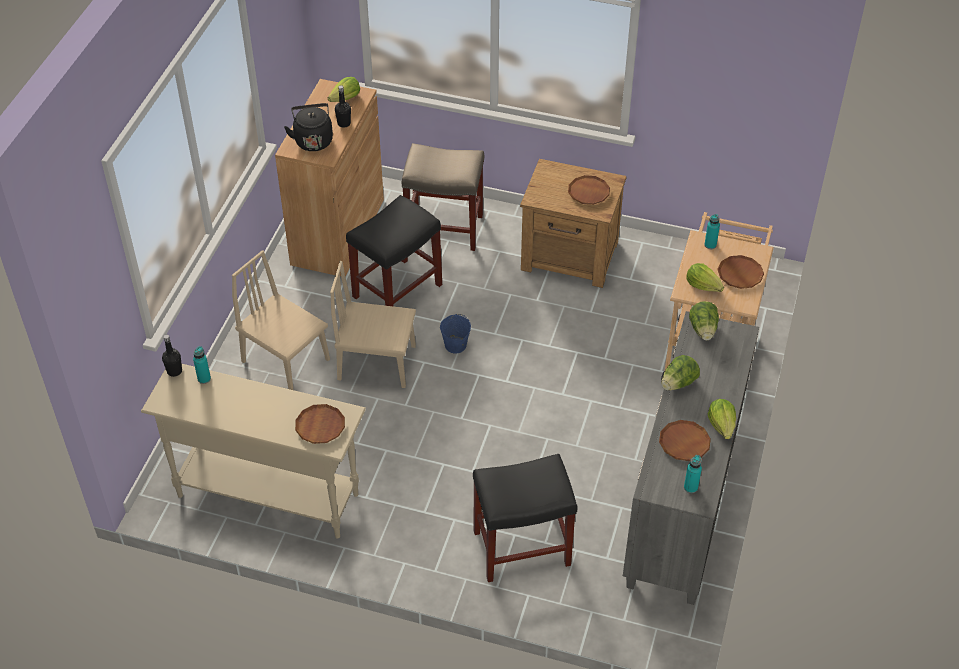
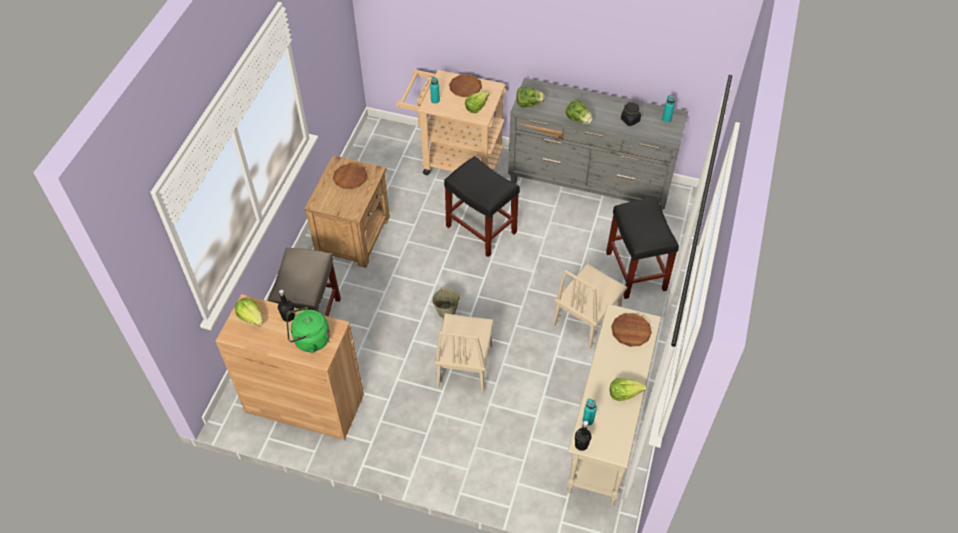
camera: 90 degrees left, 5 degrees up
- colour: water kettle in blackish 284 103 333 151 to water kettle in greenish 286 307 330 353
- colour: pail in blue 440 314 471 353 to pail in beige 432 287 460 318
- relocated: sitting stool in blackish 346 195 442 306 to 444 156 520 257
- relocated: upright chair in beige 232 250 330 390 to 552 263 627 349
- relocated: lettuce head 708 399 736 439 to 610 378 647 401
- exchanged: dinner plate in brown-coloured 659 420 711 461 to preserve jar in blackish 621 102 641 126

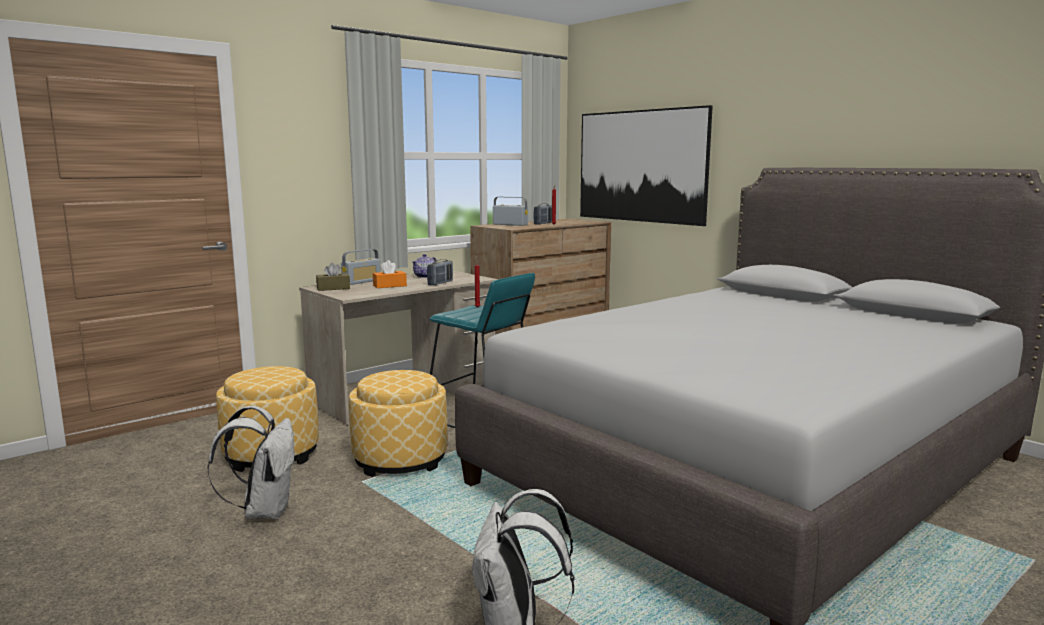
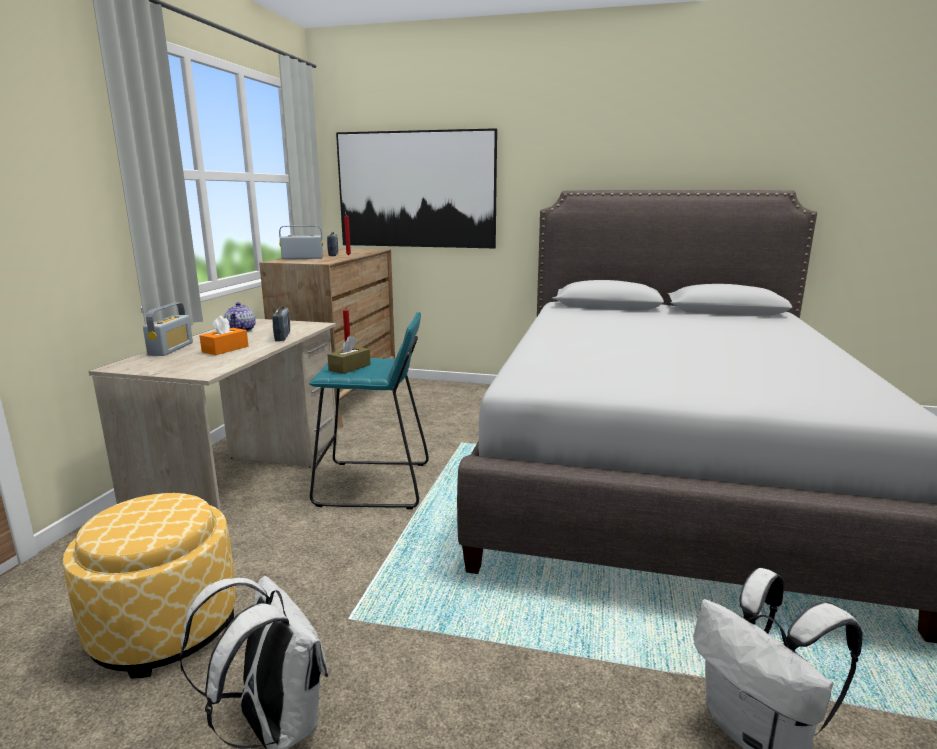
camera: 35 degrees left, 5 degrees up
- relocated: box of tissues in brown-coloured 316 263 350 291 to 328 336 371 374
- missing: footrest 349 370 447 477

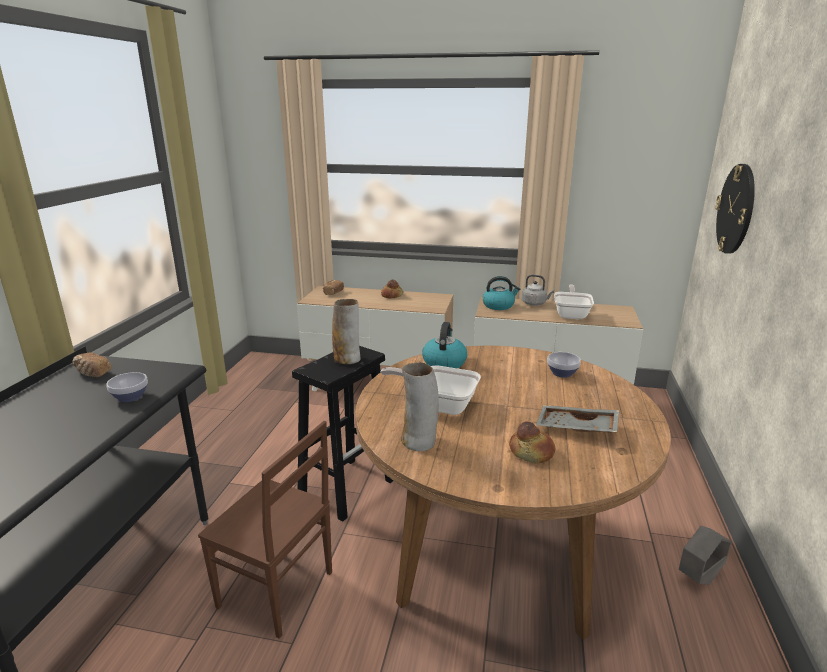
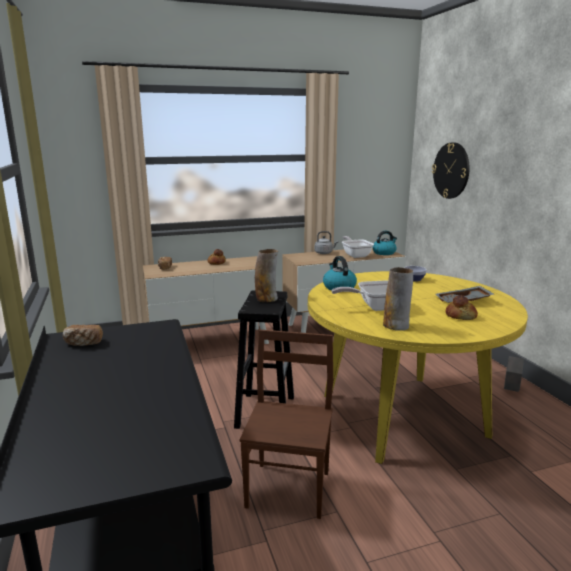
camera: 30 degrees left, 5 degrees down
- spun: upright chair in brown-coloured 198 421 332 639 = 239 330 333 519 75 degrees counterclockwise
- colour: dinner table in brown-coloured 355 346 671 640 to dinner table in yellow 308 271 528 464
- relocated: water kettle 483 276 520 310 to 372 231 397 255
- missing: bowl 106 372 148 402

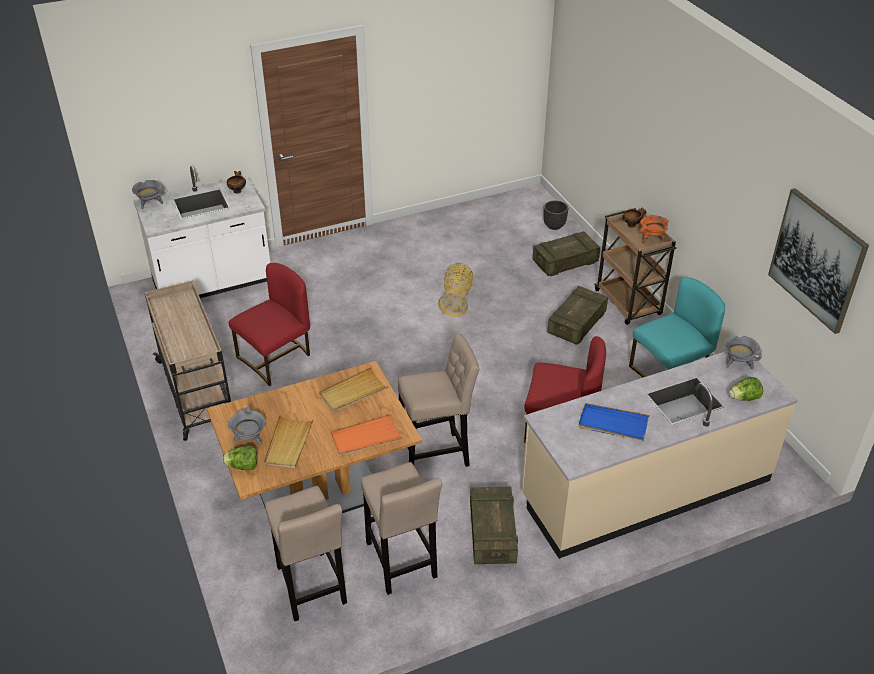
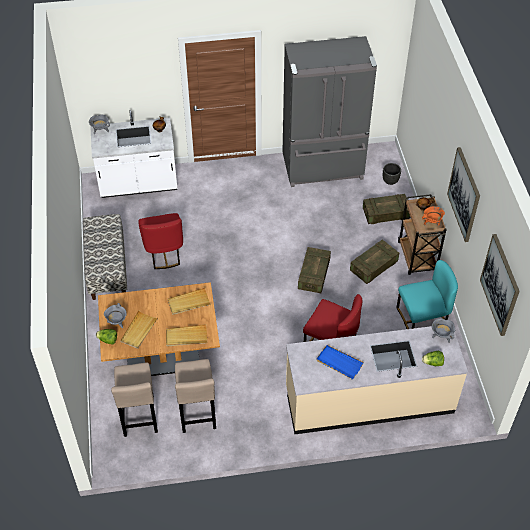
camera: 15 degrees right, 10 degrees up
- exchanged: cart in beige 144 281 231 441 to indoor bench 83 214 127 300
- spun: upright chair in red 229 263 310 386 = 139 213 183 269 105 degrees clockwise
- colour: tray in orange 331 414 403 456 to tray in beige 166 324 207 346
- appeared: kitchen fridge in greyish 283 36 377 187
- relocated: shipping crate 470 487 518 564 to 298 247 331 293
- appeared: wall picture 447 147 480 242
- missing: sitting stool in beige 398 333 480 467
- missing: storage basket 438 263 473 317

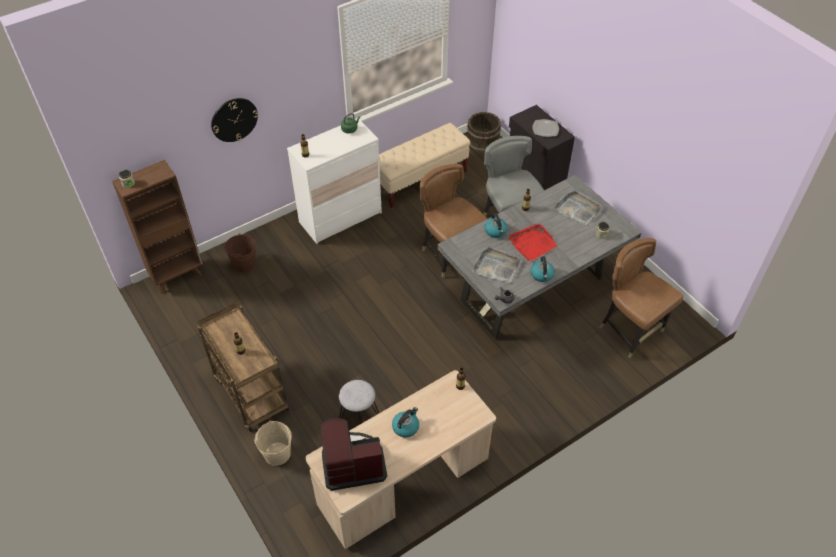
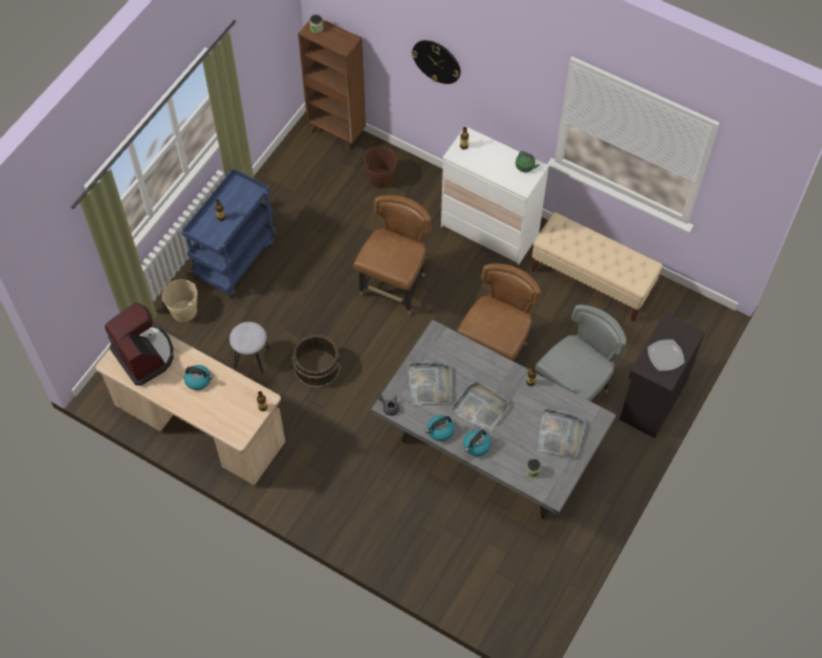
camera: 65 degrees right, 10 degrees up
- colour: cart in brown-coloured 197 302 289 432 to cart in blue 182 168 276 298
- relocated: pail in brown-coloured 466 112 501 151 to 292 335 341 388
- relocated: upright chair in brown-coloured 600 238 684 358 to 353 195 431 315
- colour: tray in red 509 224 558 261 to tray in greyish 450 380 511 432
- relocated: water kettle 485 213 507 238 to 463 430 491 456

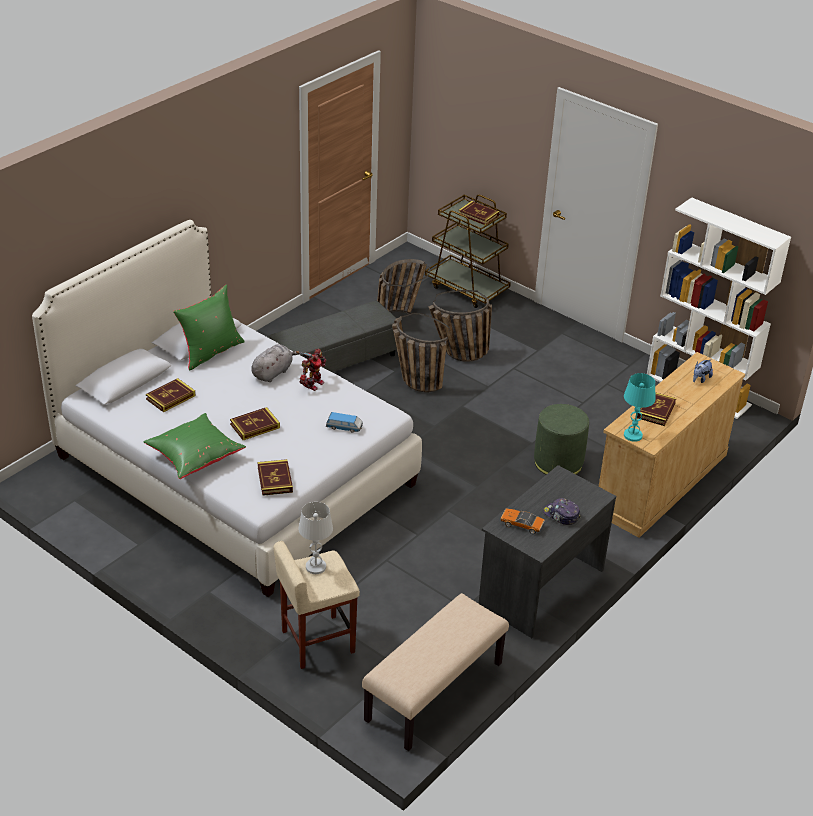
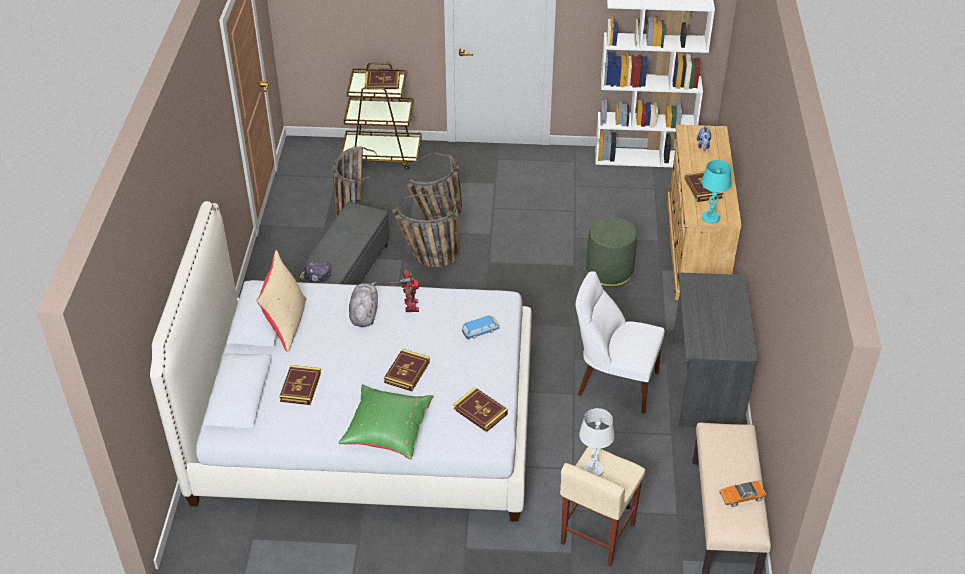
camera: 35 degrees left, 5 degrees up
- colour: throw pillow in greenish 173 284 245 371 to throw pillow in beige 256 250 307 352
- relocated: cap 543 498 581 525 to 299 261 331 282
- appeared: upright chair in white-coloured 575 271 665 414
- relocated: model car 500 509 545 534 to 719 481 766 507

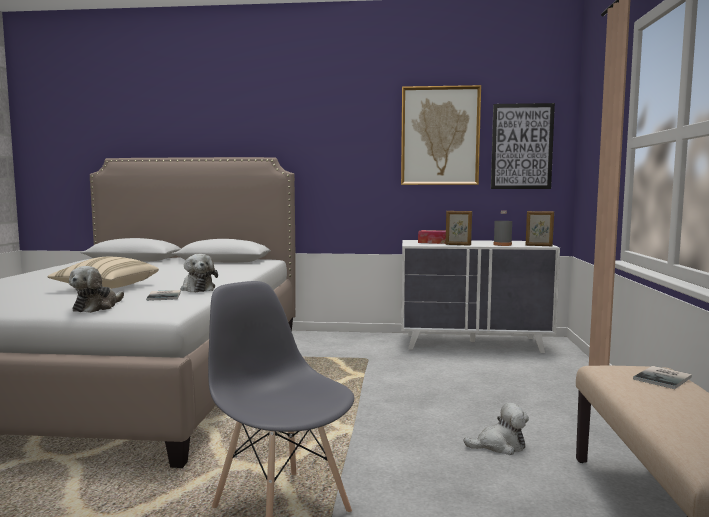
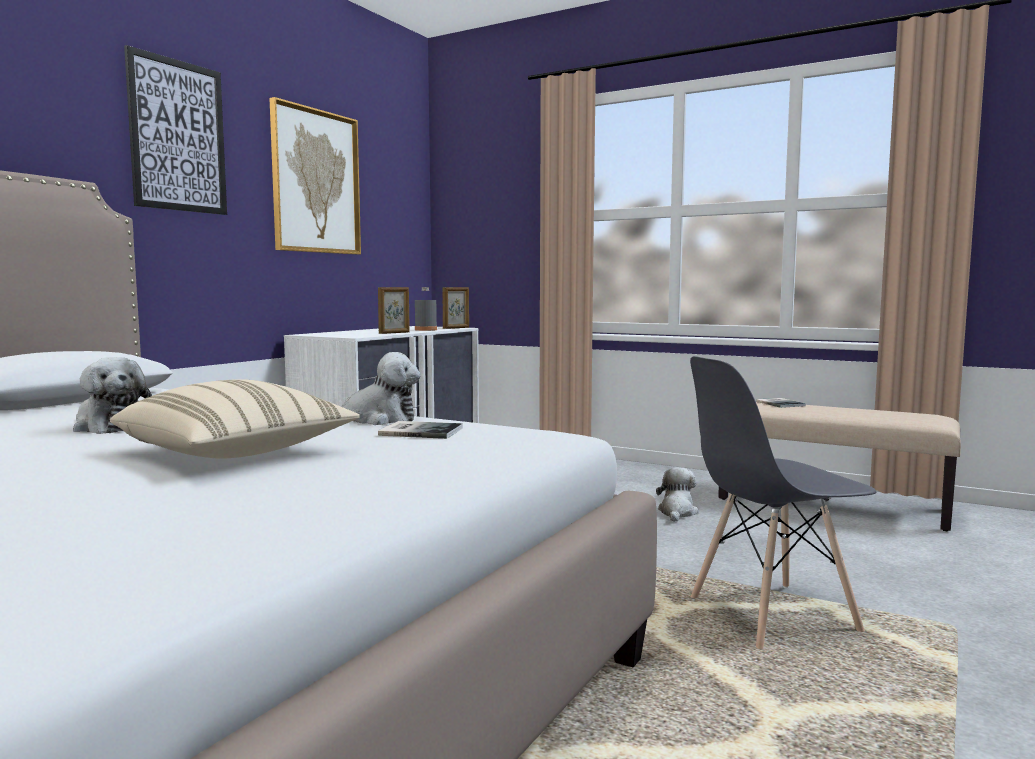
camera: 65 degrees left, 0 degrees up
- relocated: plush toy 69 266 124 313 to 73 357 152 434
- relocated: wall picture 491 103 555 189 to 124 45 227 215
- missing: box of tissues 418 230 446 244

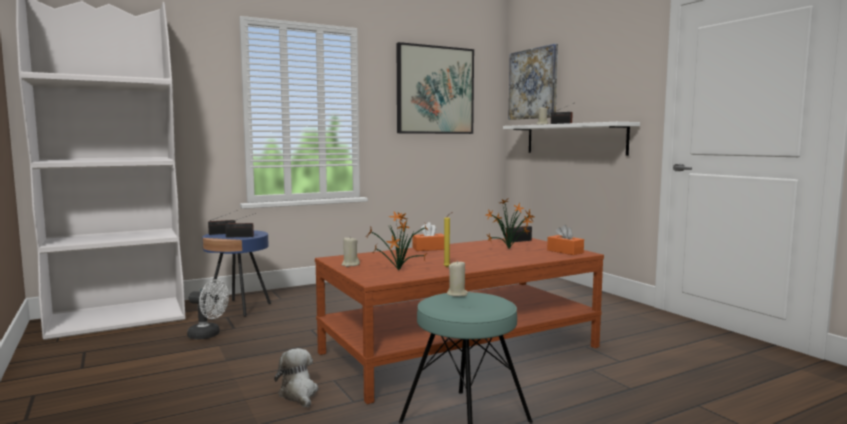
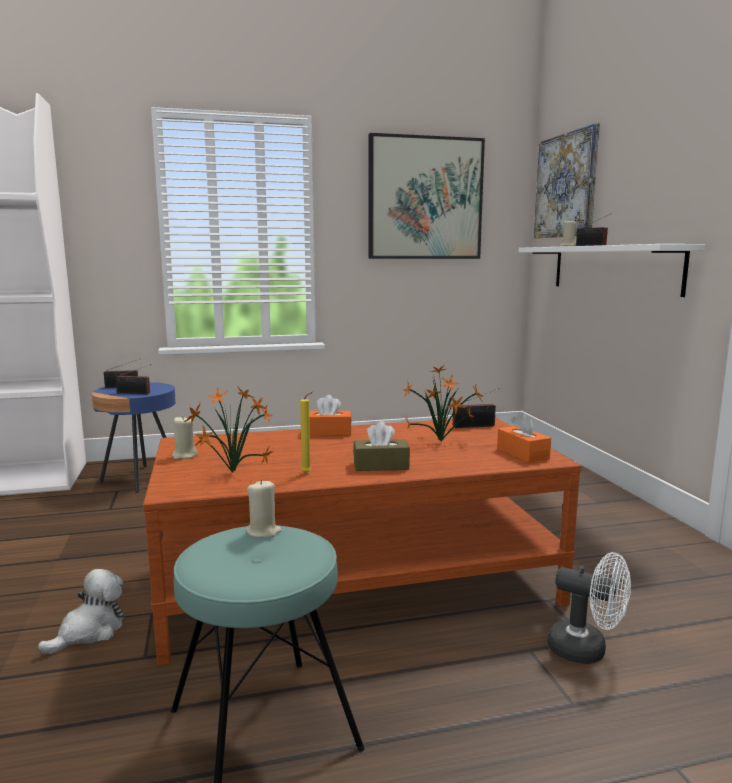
camera: 15 degrees right, 5 degrees up
- spun: plush toy 274 348 318 408 = 38 569 124 655 45 degrees clockwise
- appeared: box of tissues in brown-coloured 353 421 410 471
- relocated: cooling fan in white-coloured 187 279 229 339 to 547 552 631 664

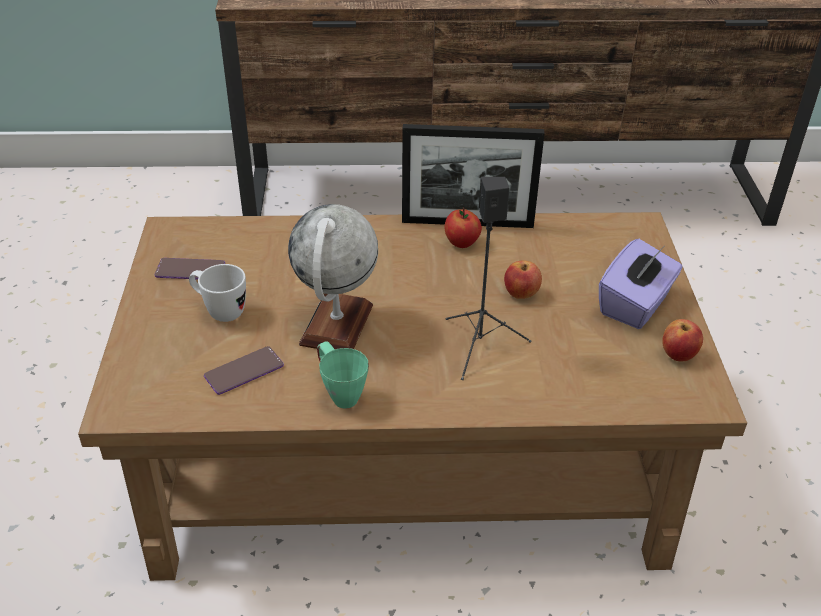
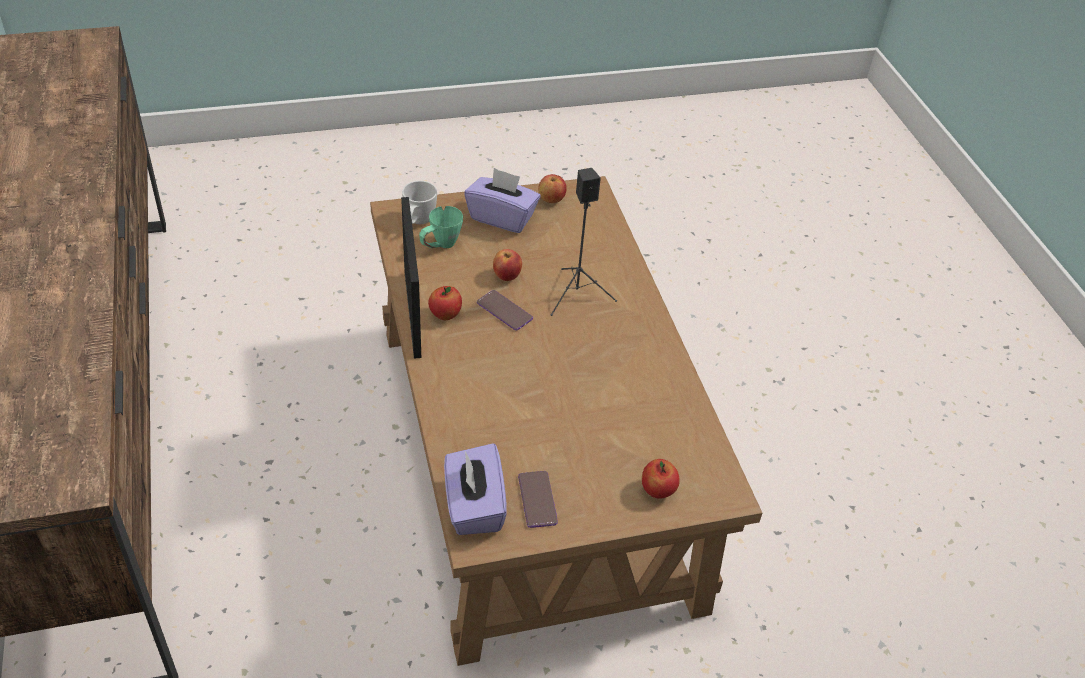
camera: 105 degrees left, 5 degrees up
- relocated: coffee mug in white-coloured 189 264 246 322 to 402 181 437 224
- relocated: coffee mug in greenish 317 341 369 409 to 419 206 463 248
- appeared: box of tissues in purple 444 443 507 535
- relocated: phone 204 346 284 395 to 477 290 533 331
- appeared: whole apple 642 459 680 499
- missing: globe 288 204 378 349

